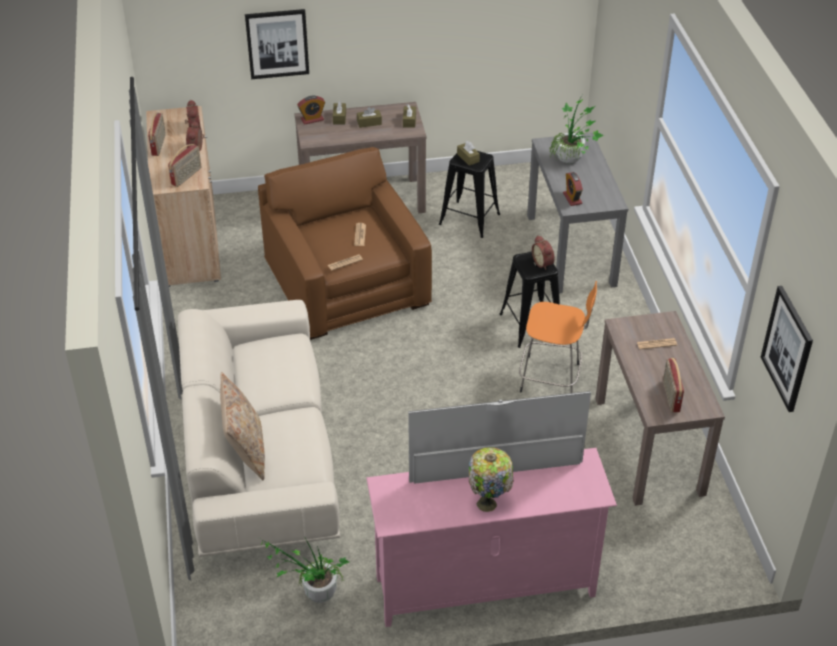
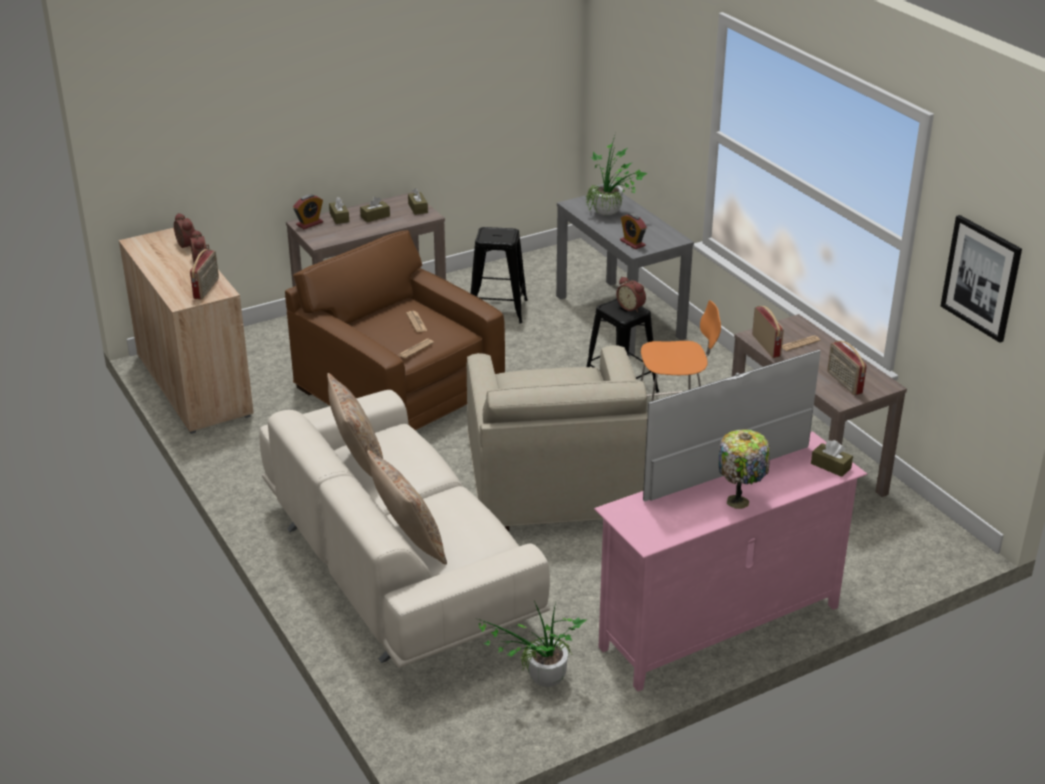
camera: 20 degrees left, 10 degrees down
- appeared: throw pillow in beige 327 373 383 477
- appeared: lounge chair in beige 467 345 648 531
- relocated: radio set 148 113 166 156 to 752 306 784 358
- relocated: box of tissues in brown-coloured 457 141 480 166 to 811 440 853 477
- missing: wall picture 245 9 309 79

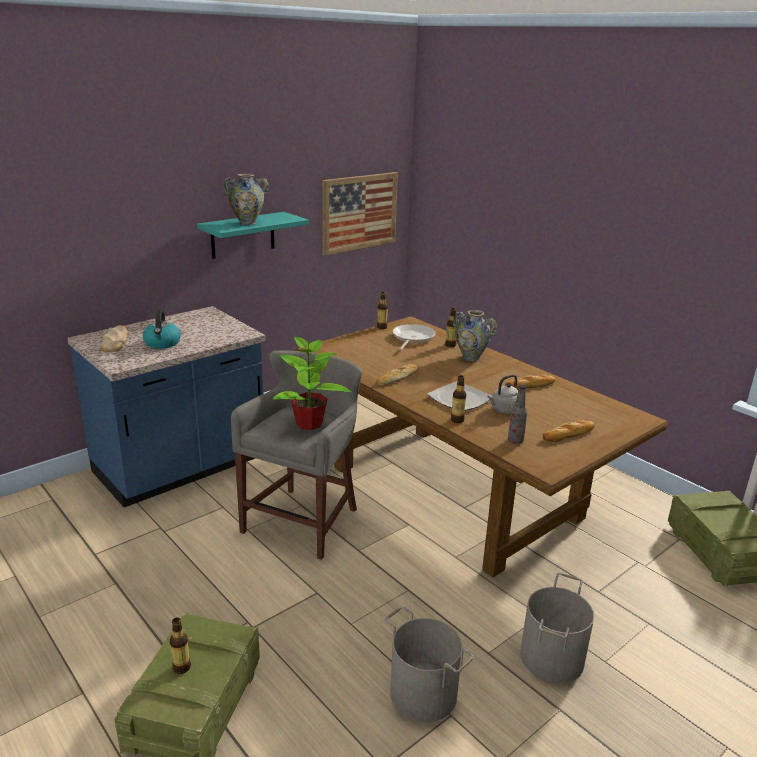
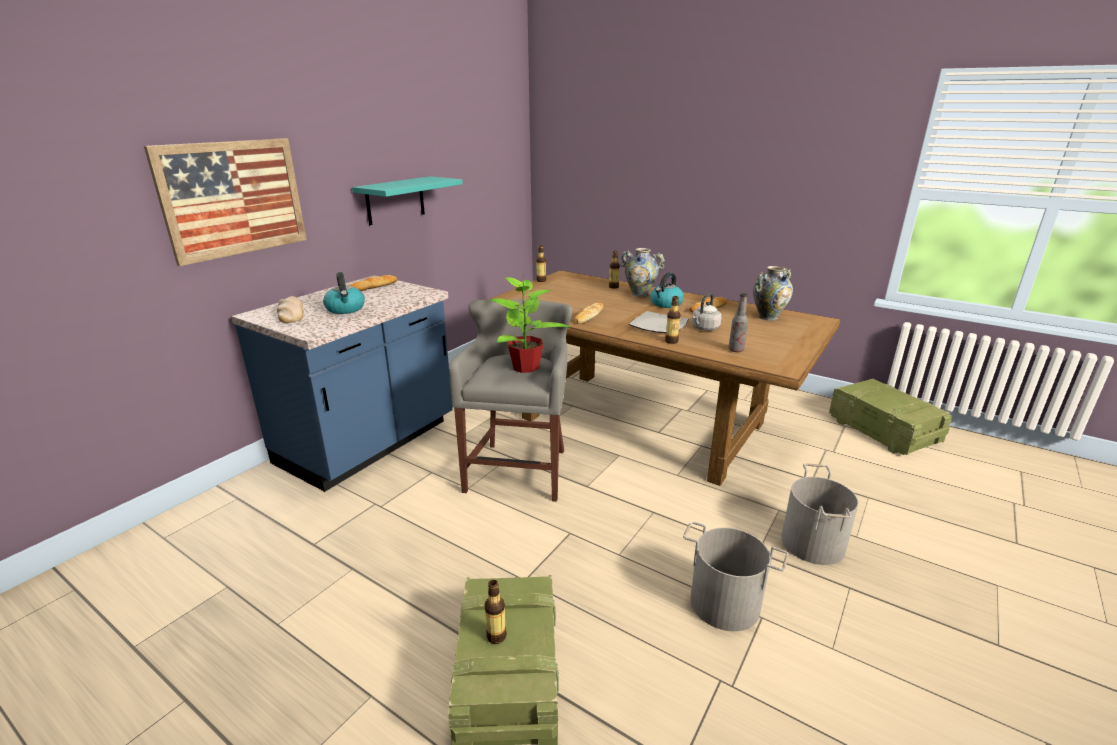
camera: 15 degrees left, 0 degrees up
- relocated: wall picture 322 172 398 256 to 144 138 307 266
- relocated: bread 543 420 595 442 to 348 275 397 291
- appeared: water kettle 650 272 684 308
- relocated: decorative vase 222 173 269 225 to 753 266 793 321
- missing: frying pan 393 324 436 351

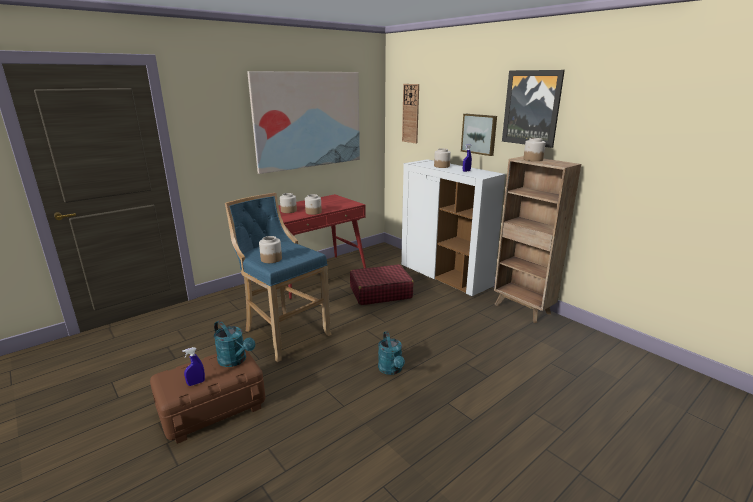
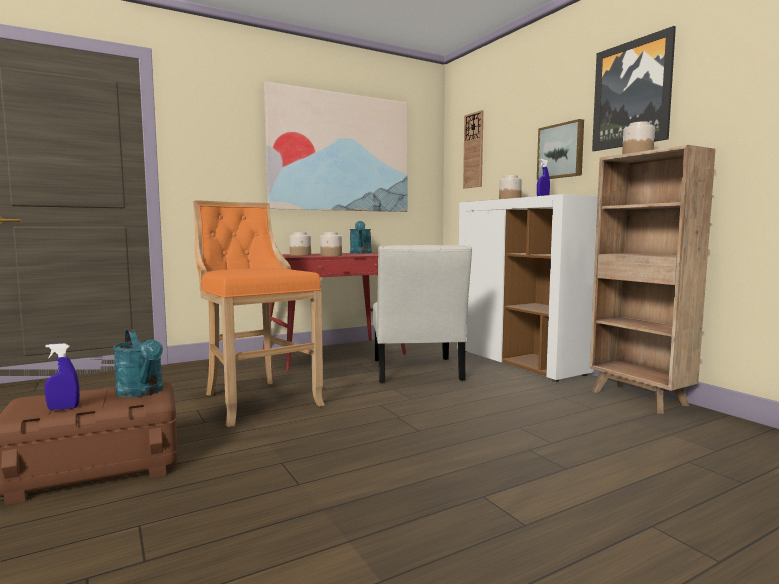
camera: 10 degrees right, 15 degrees down
- colour: sitting stool in blue 225 193 332 362 to sitting stool in orange 193 200 325 427
- relocated: watering pot in turquoise-coloured 378 331 405 375 to 350 221 372 254
- exchanged: travel case in red 350 264 414 305 to upright chair in white-coloured 373 245 472 383
- missing: preserve jar 259 236 282 263

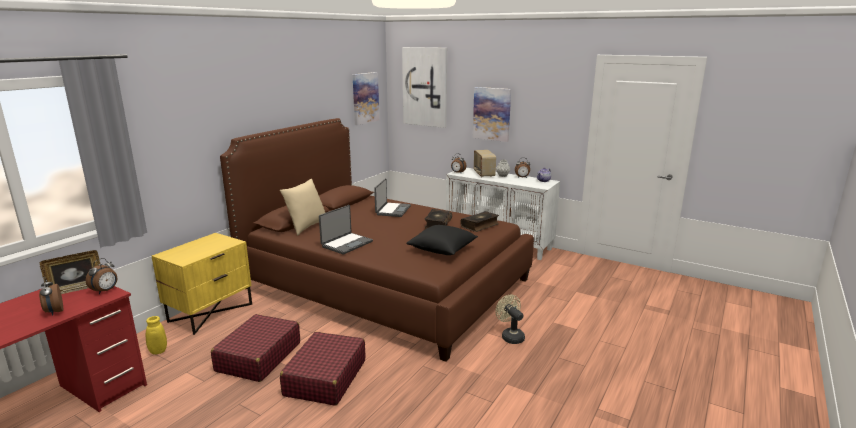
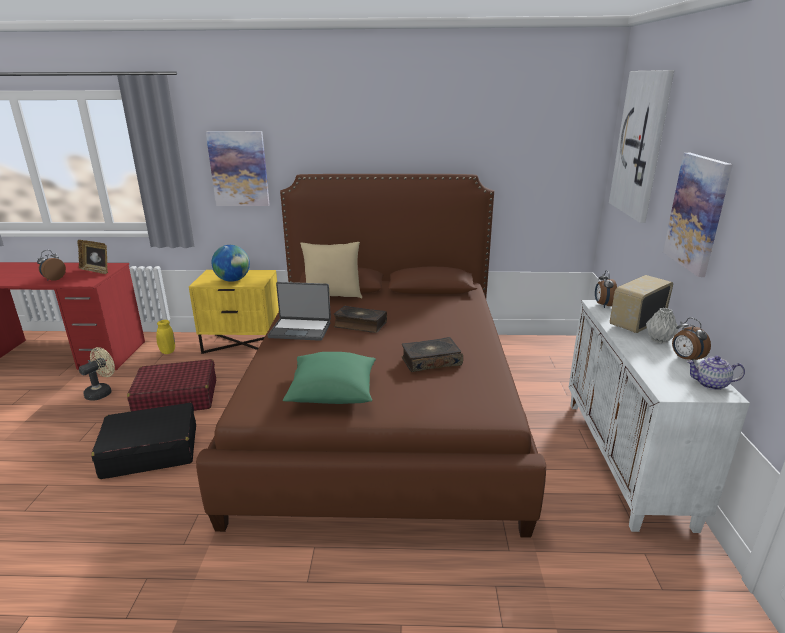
camera: 60 degrees right, 5 degrees up
- relocated: cooling fan in beige 495 294 525 344 to 79 347 115 401
- colour: travel case in red 280 332 366 406 to travel case in blackish 91 403 196 479
- relocated: wall picture 352 72 379 125 to 206 131 270 206
- appeared: globe 212 245 250 282
- colour: throw pillow in blackish 406 225 478 255 to throw pillow in greenish 283 352 376 404
- relocated: volume 460 211 499 232 to 334 306 387 333
- missing: table clock 86 258 117 294
- missing: laptop 374 179 411 217

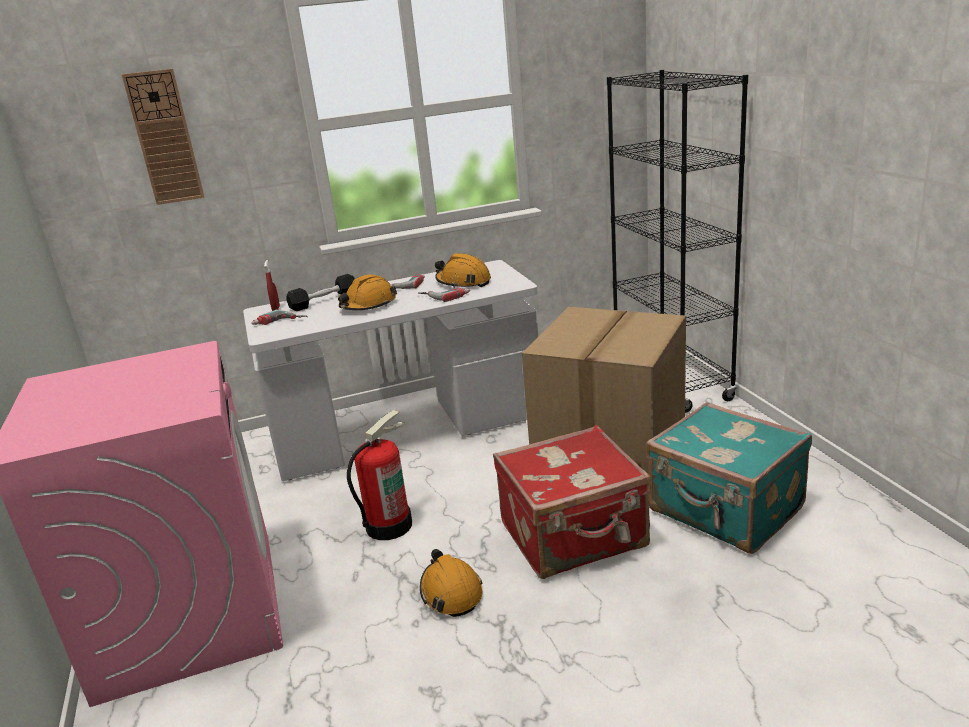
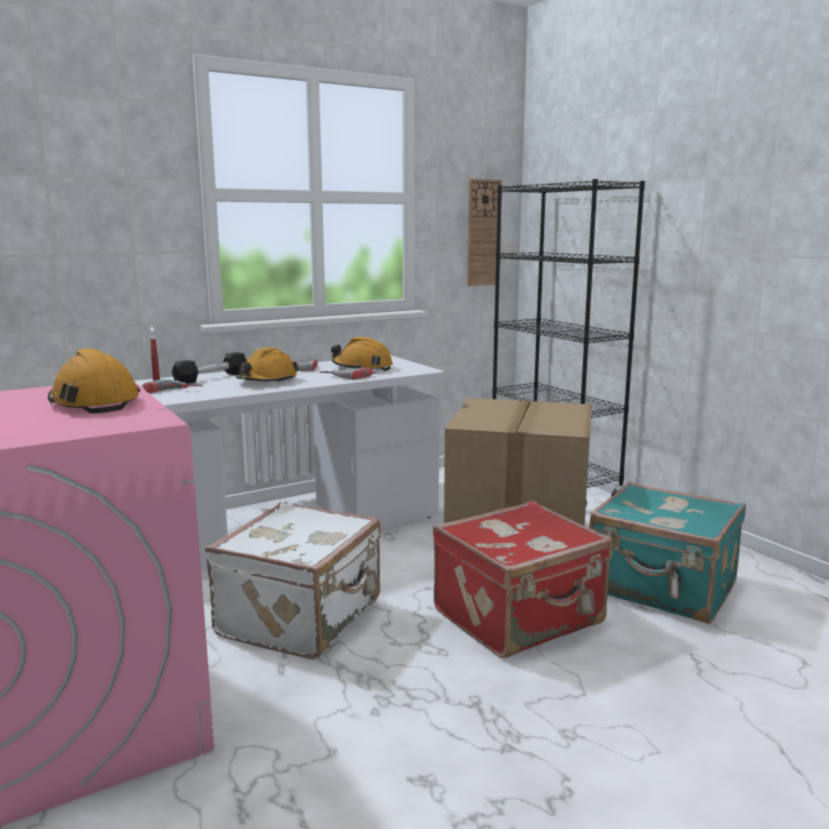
camera: 15 degrees left, 10 degrees down
- relocated: hard hat in orange 420 549 483 617 to 48 348 141 414
- exchanged: fire extinguisher 347 410 412 540 to travel case in white-coloured 205 502 381 659
- relocated: hanging clock 121 68 204 205 to 467 179 502 286

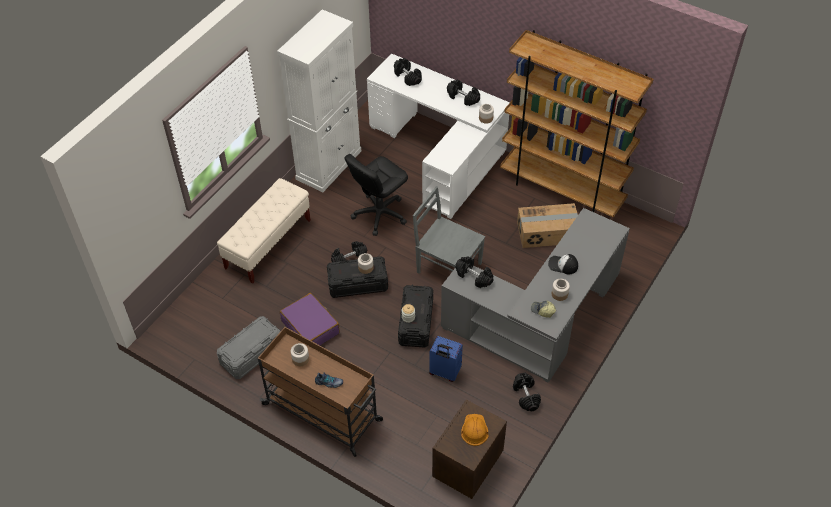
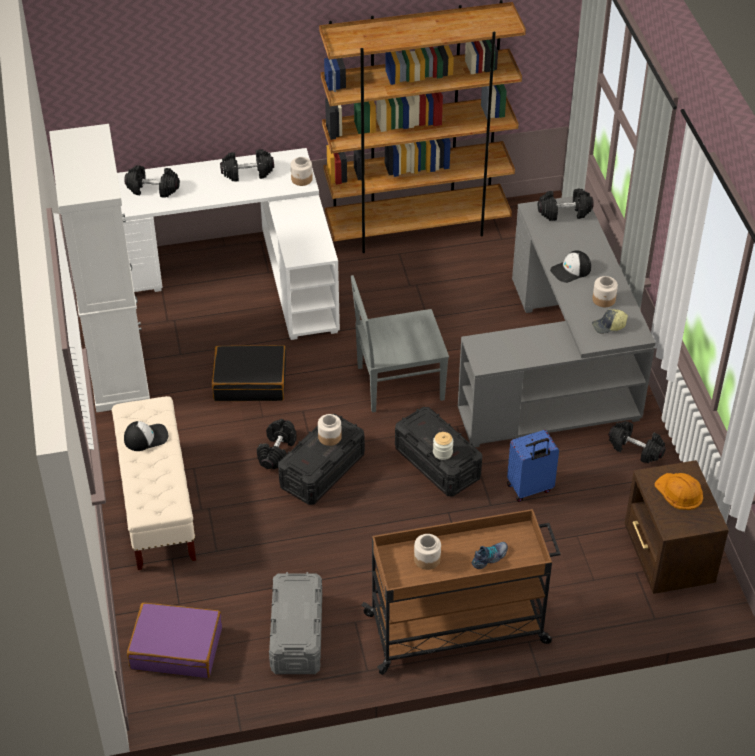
camera: 45 degrees left, 5 degrees down
- appeared: cap 124 421 168 451
- relocated: travel case in purple 280 293 340 345 to 127 603 222 678
- exchanged: computer chair in blackish 344 154 408 236 to travel case in blackish 212 345 286 401
- relocated: hand weight in blackish 456 256 494 288 to 538 189 594 221
- missing: packing box 517 203 578 248

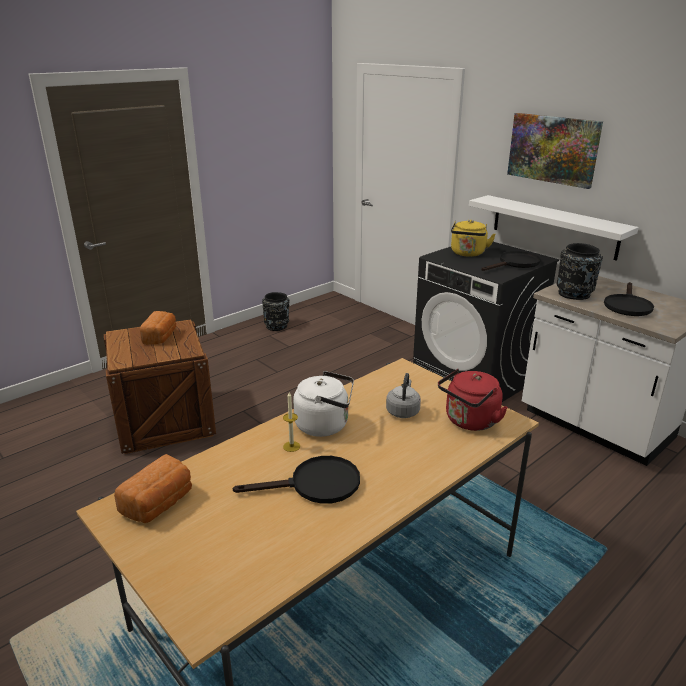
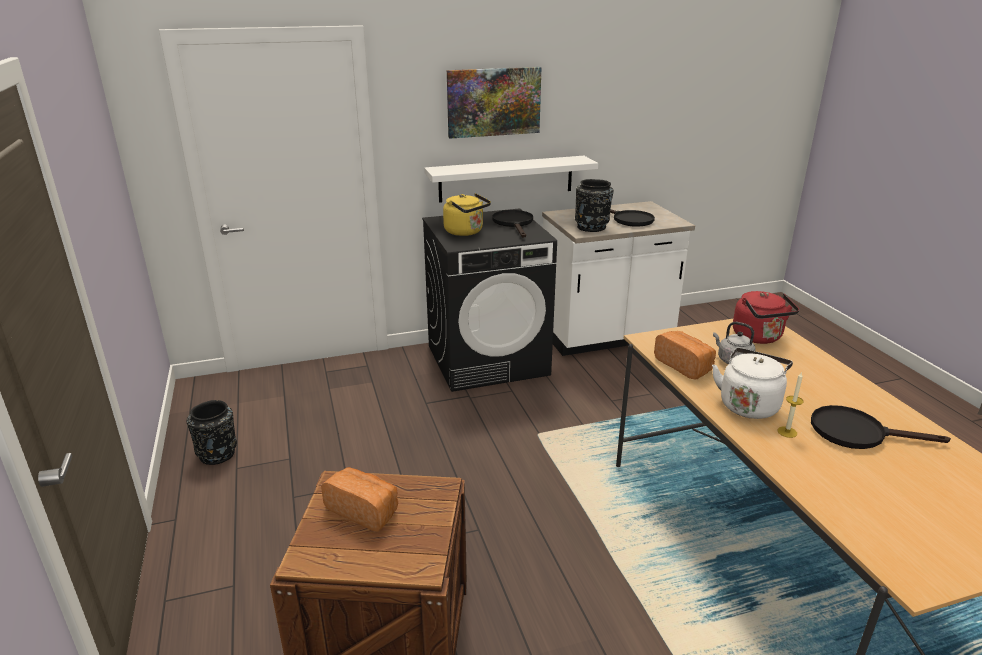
camera: 65 degrees left, 0 degrees up
- relocated: bread 114 454 192 523 to 654 331 716 379
- spun: frying pan in blackish 233 456 360 504 = 811 405 951 449 90 degrees counterclockwise

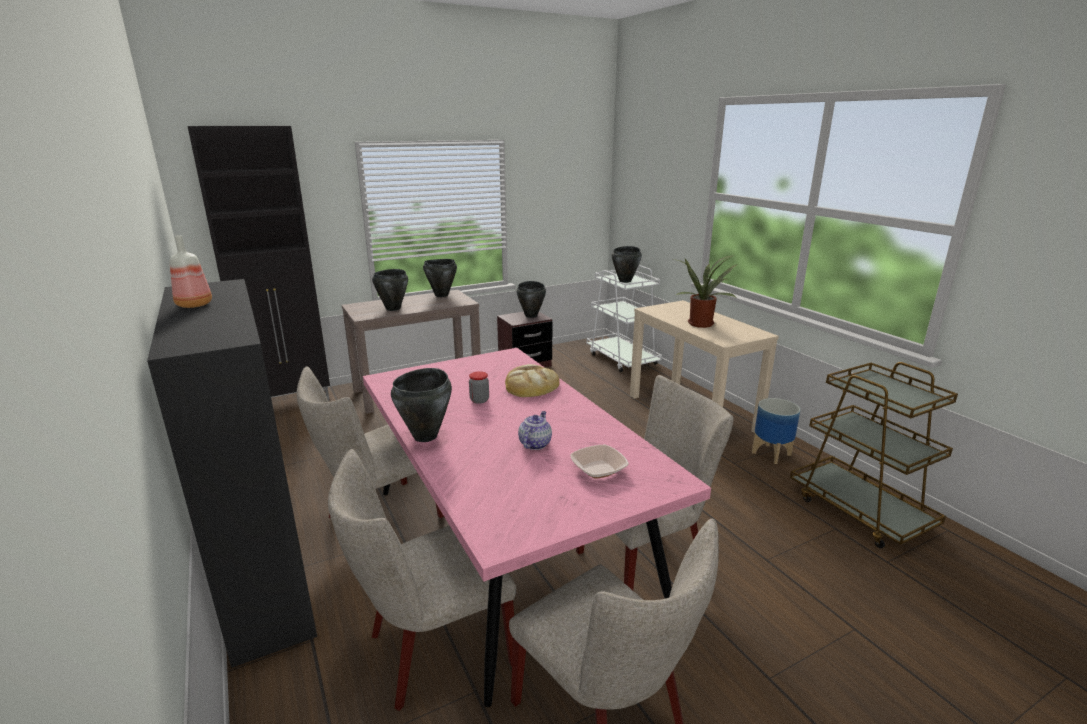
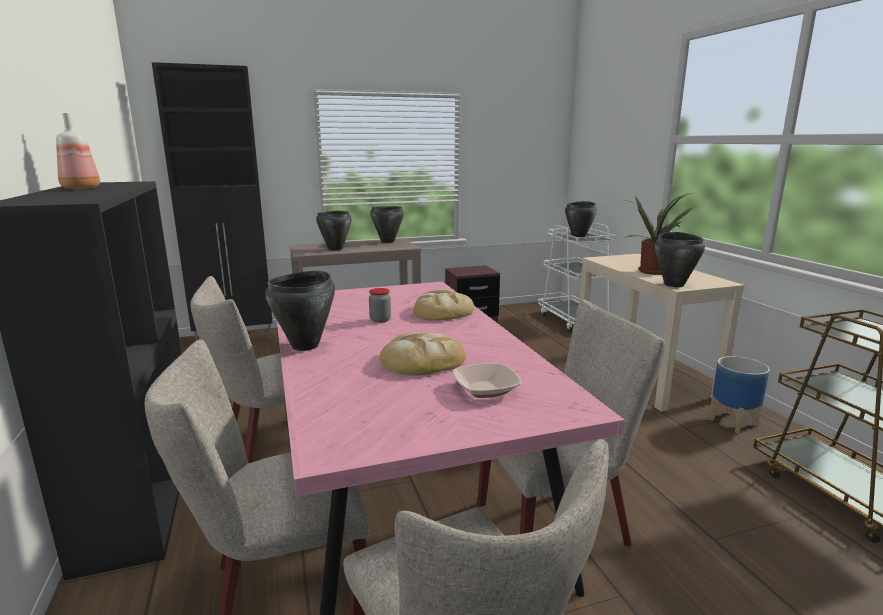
camera: 10 degrees right, 5 degrees down
- exchanged: teapot 518 411 552 450 to bread 379 332 466 376
- relocated: saucepot in blackish 516 281 546 318 to 655 232 705 287

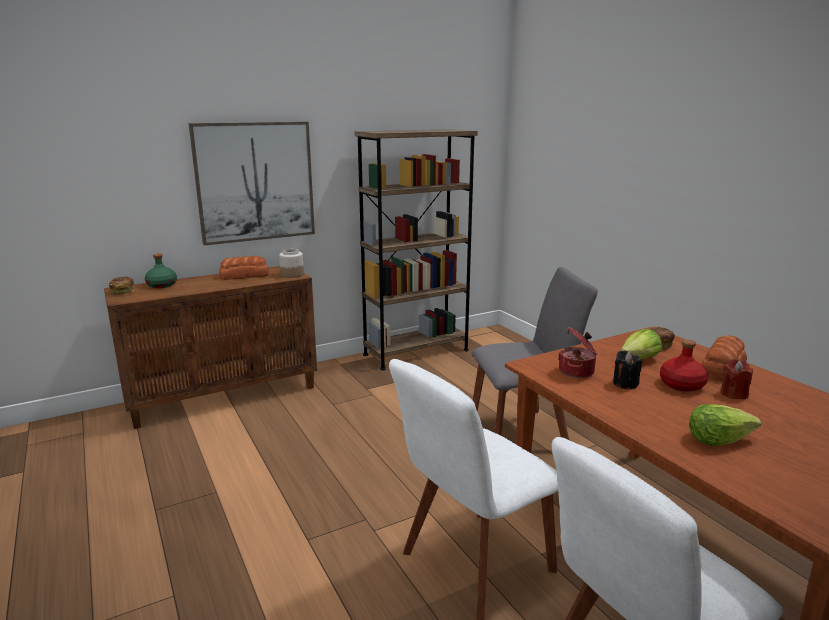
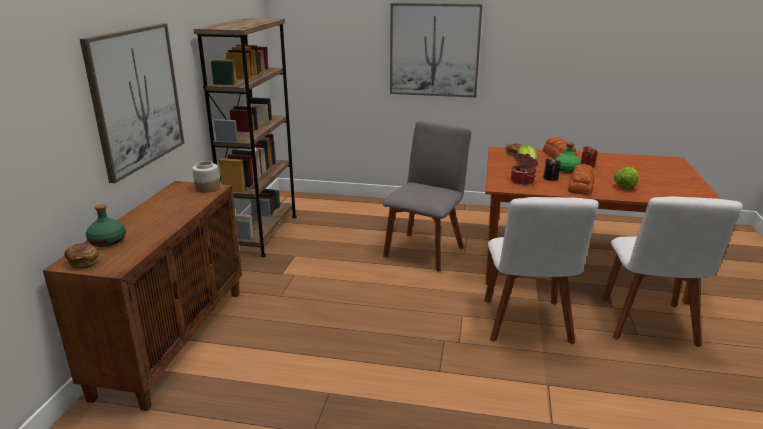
camera: 50 degrees left, 5 degrees up
- appeared: wall picture 390 3 483 98
- colour: bottle in red 660 340 708 392 to bottle in greenish 555 142 581 173
- relocated: bread 220 256 269 280 to 568 164 594 195

